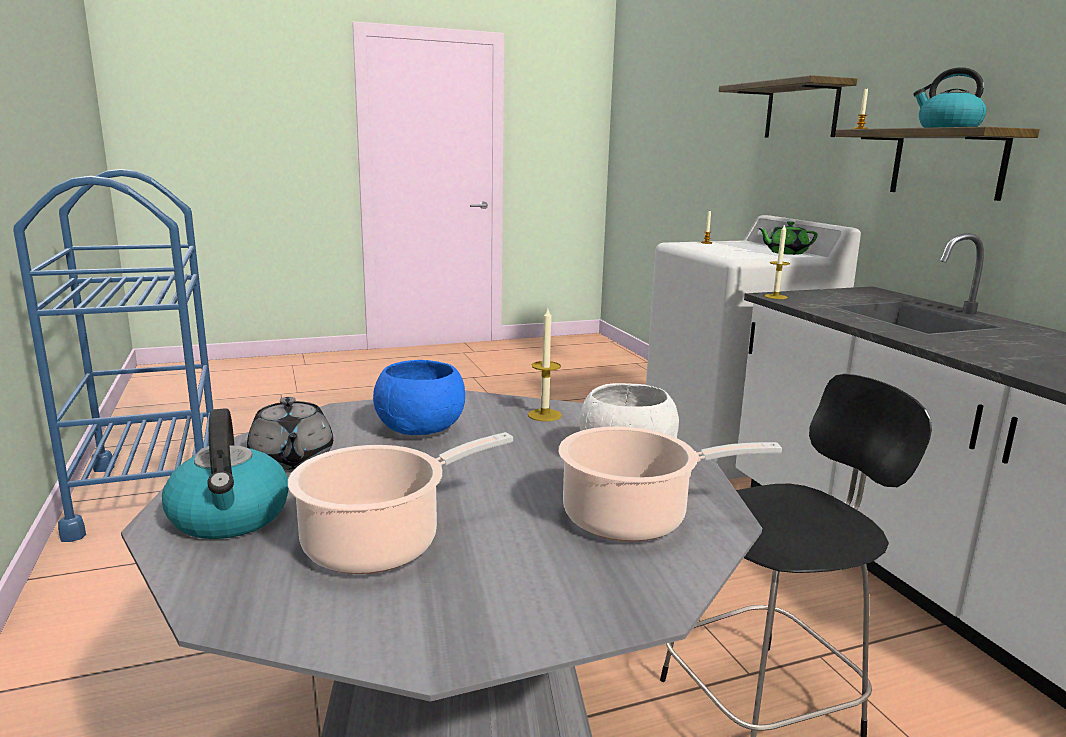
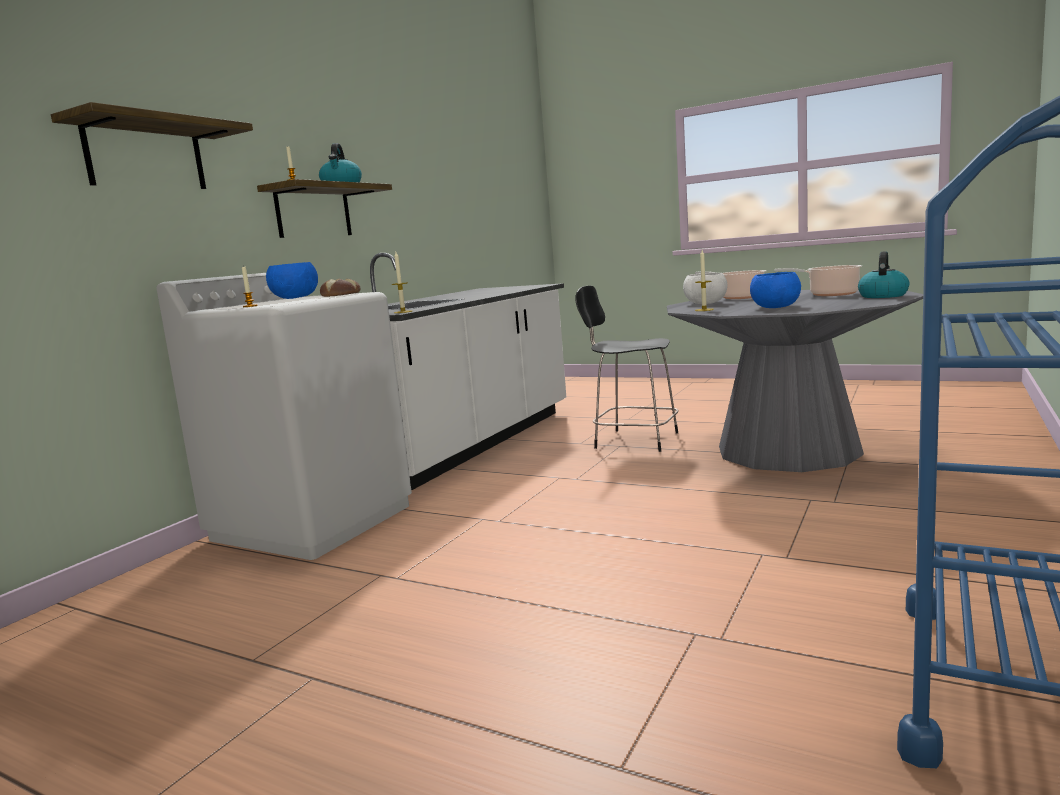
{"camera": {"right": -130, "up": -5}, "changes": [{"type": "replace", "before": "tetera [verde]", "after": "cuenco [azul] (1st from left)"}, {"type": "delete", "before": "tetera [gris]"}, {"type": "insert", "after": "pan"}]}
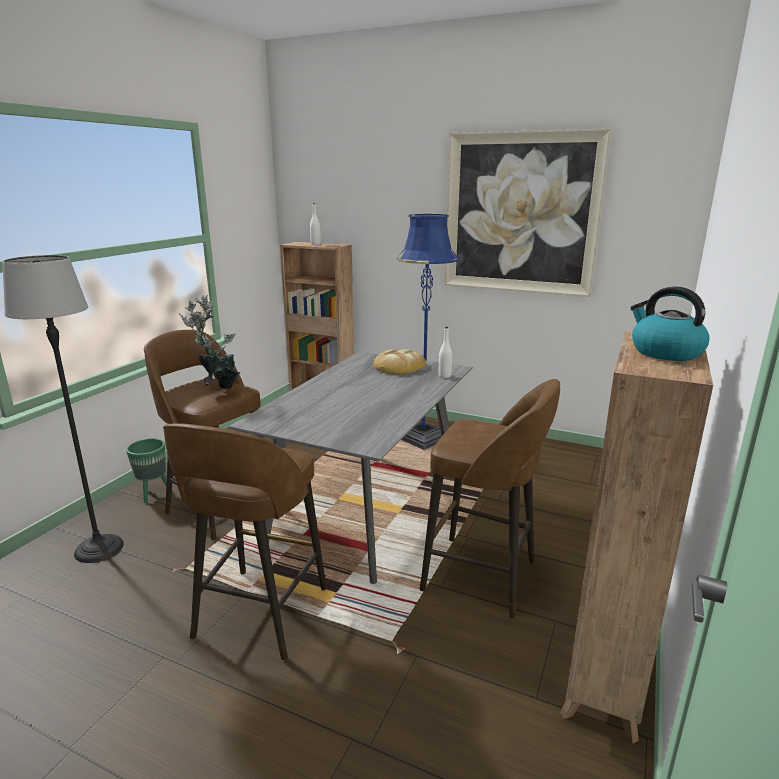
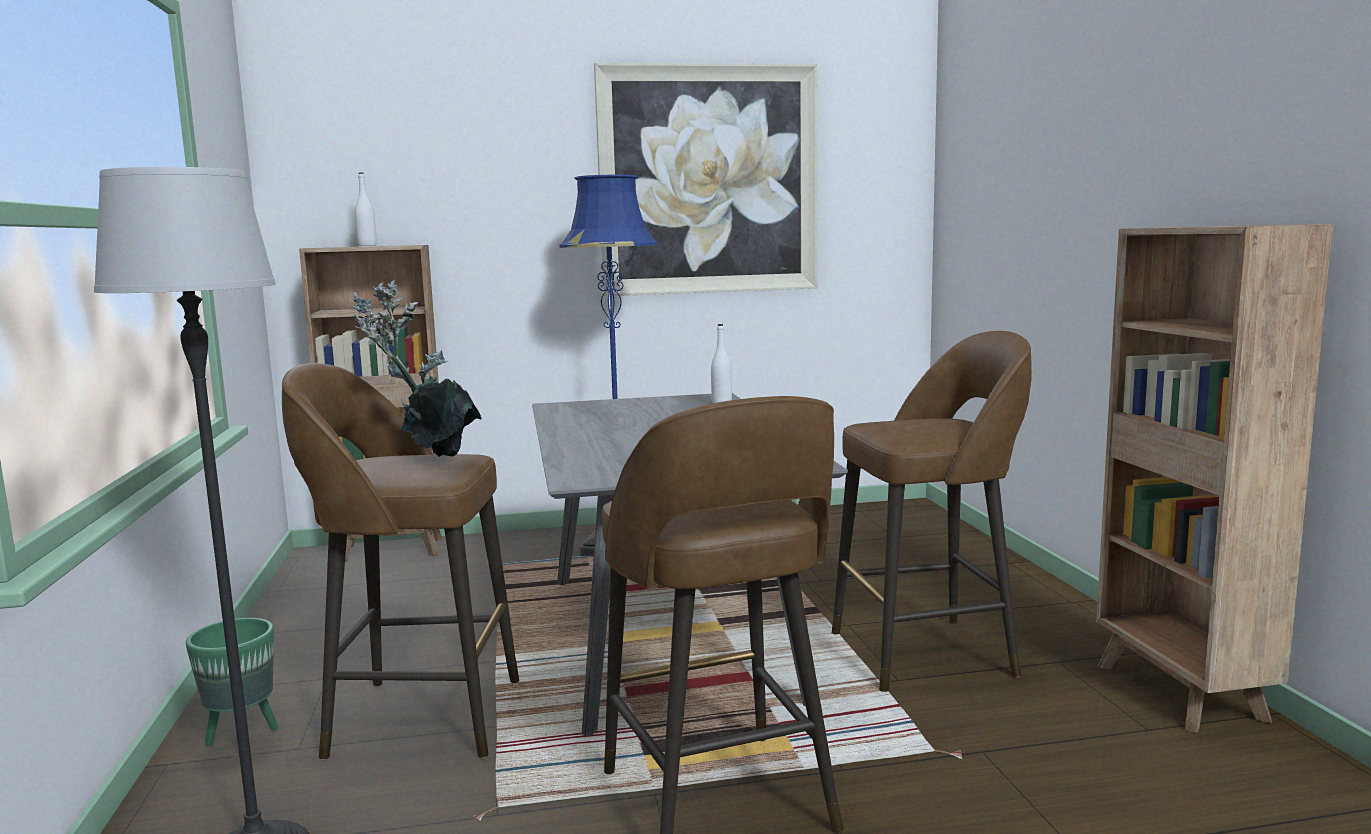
{"camera": {"right": -35, "up": -10}, "changes": [{"type": "delete", "before": "hervidor"}, {"type": "delete", "before": "pan"}]}
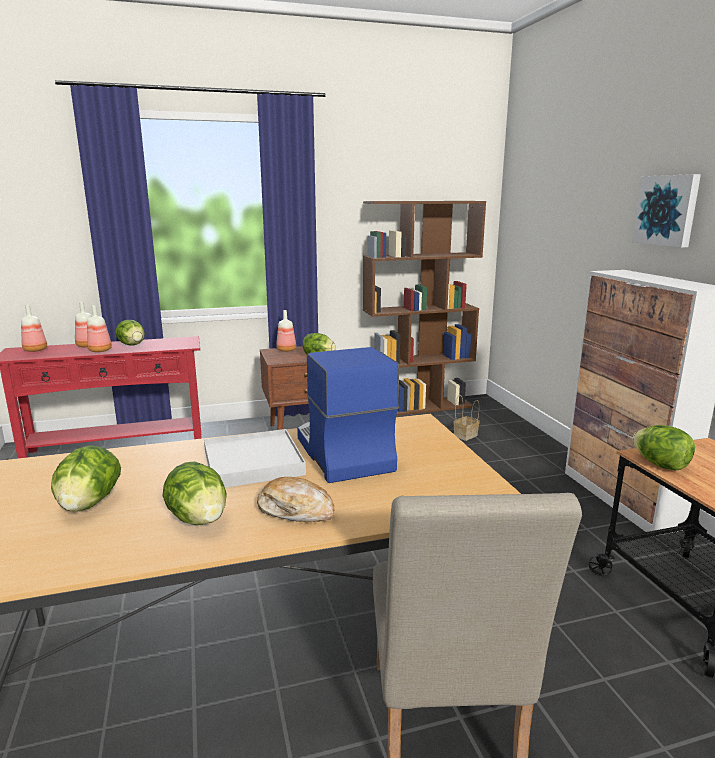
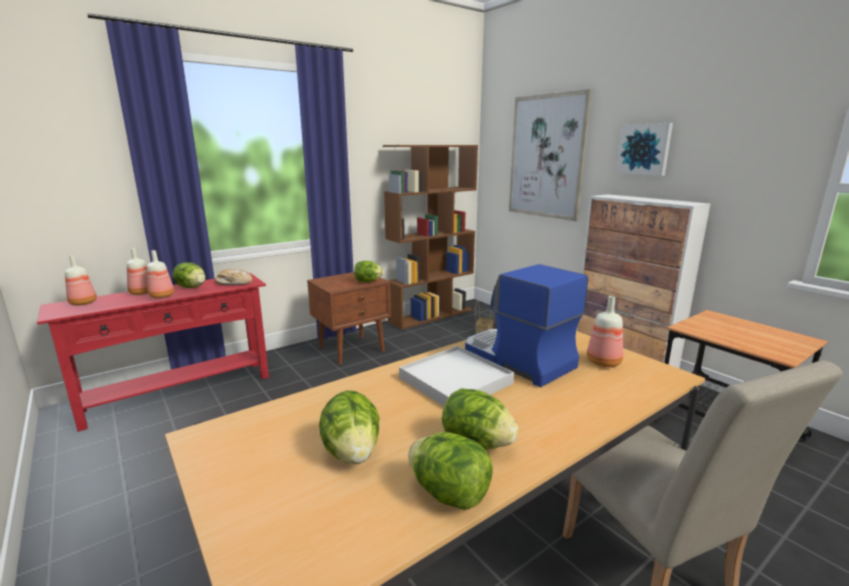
{"camera": {"right": -20, "up": 0}, "changes": [{"type": "move", "before": "botella (4th from left)"}, {"type": "move", "before": "lechuga (5th from left in the first image)", "after": "lechuga (4th from left)"}, {"type": "move", "before": "pan"}, {"type": "insert", "after": "cuadro (1st from left)"}]}
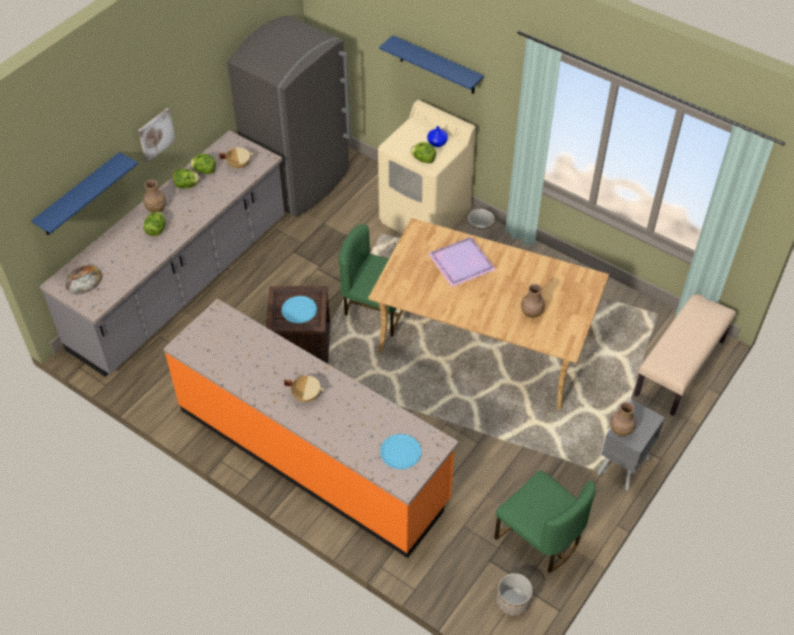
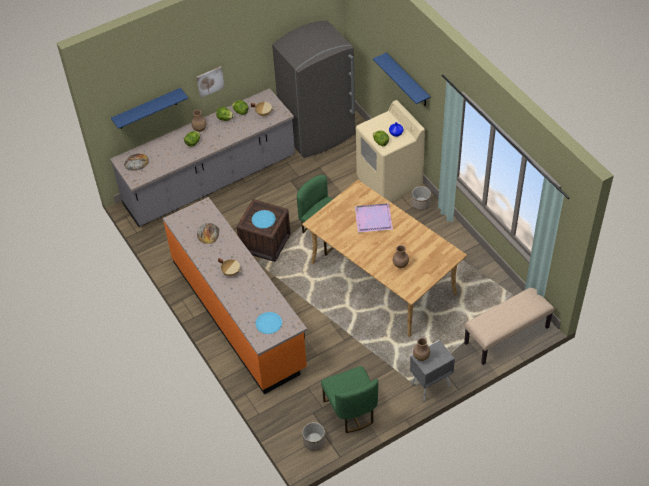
{"camera": {"right": 25, "up": 0}, "changes": [{"type": "insert", "after": "pan (2nd from left)"}]}
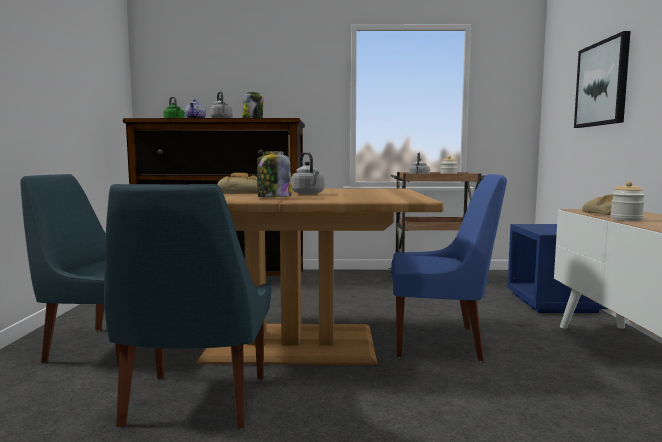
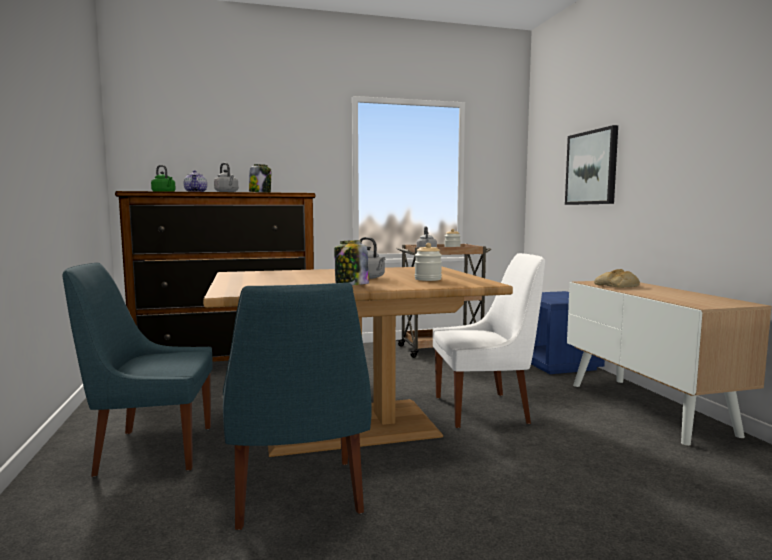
{"camera": {"right": -15, "up": 0}, "changes": [{"type": "delete", "before": "pan (1st from left)"}, {"type": "recolor", "before": "silla [azul] (3rd from left)", "after": "silla [blanco]"}, {"type": "move", "before": "tarro (4th from left in the first image)", "after": "tarro (3rd from left)"}]}
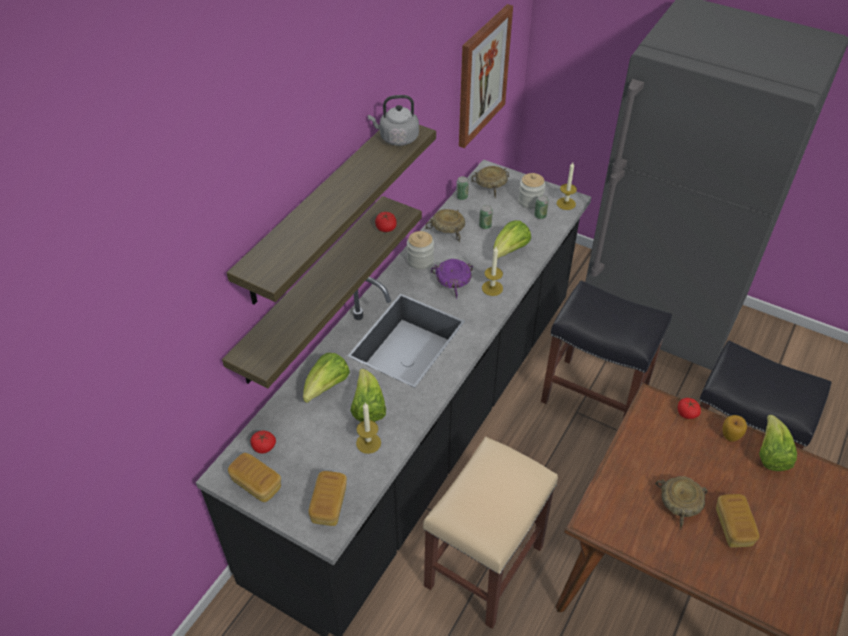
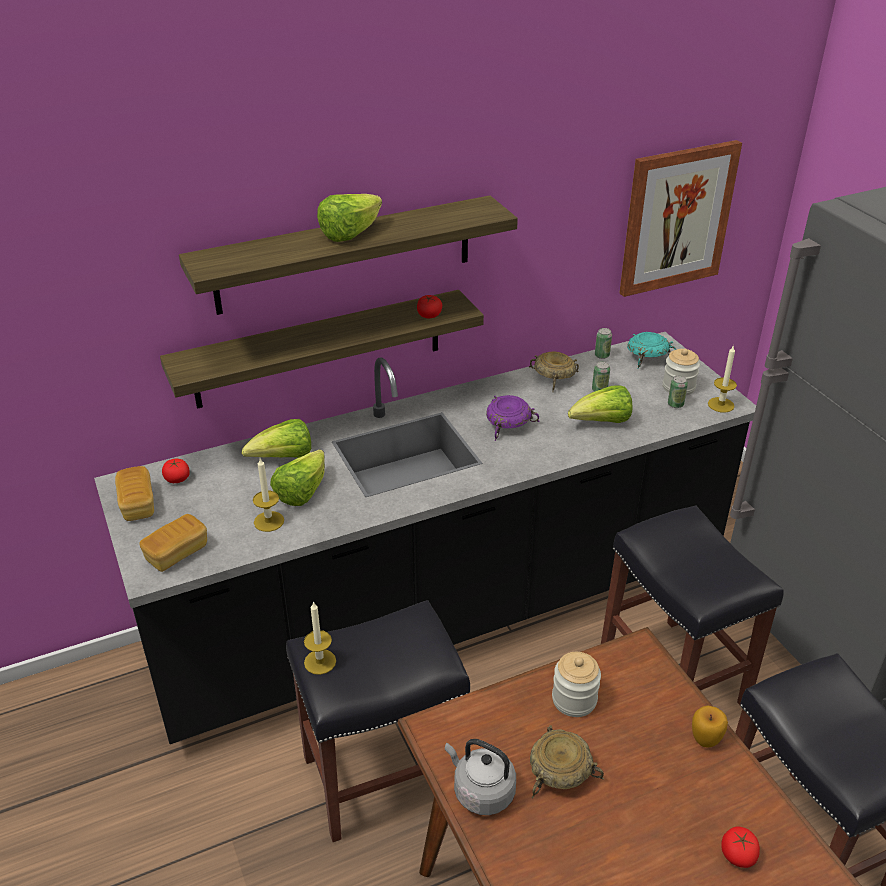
{"camera": {"right": 35, "up": -10}, "changes": [{"type": "move", "before": "hervidor [gris]"}, {"type": "recolor", "before": "cuenco [beis] (2nd from left)", "after": "cuenco [turquesa]"}, {"type": "move", "before": "tarro (1st from left)"}, {"type": "move", "before": "vela (2nd from left)"}, {"type": "move", "before": "tomate (3rd from left)"}, {"type": "move", "before": "lechuga (4th from left in the first image)", "after": "lechuga (3rd from left)"}, {"type": "recolor", "before": "taburete [beis]", "after": "taburete [negro] (1st from left)"}, {"type": "delete", "before": "pan (3rd from left)"}]}
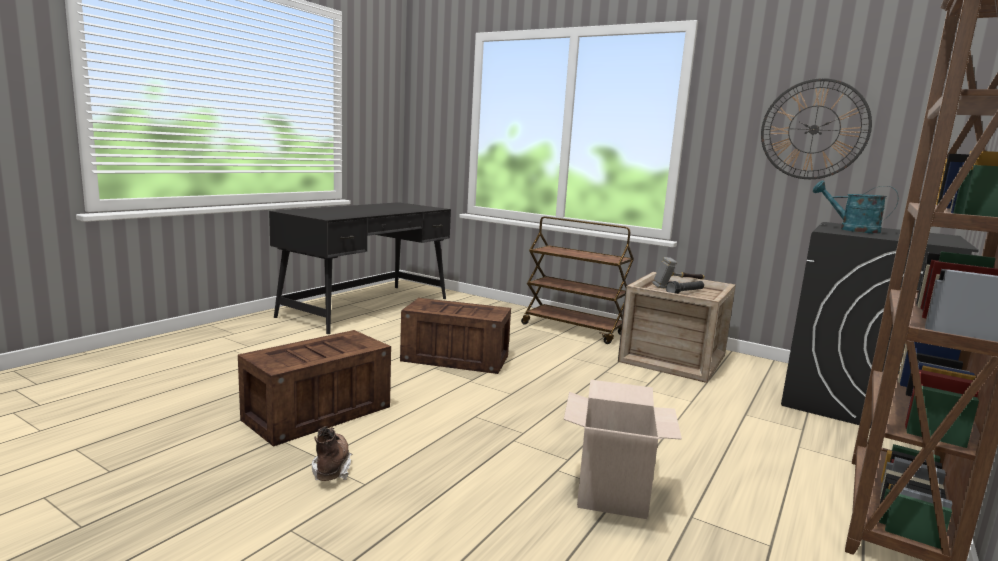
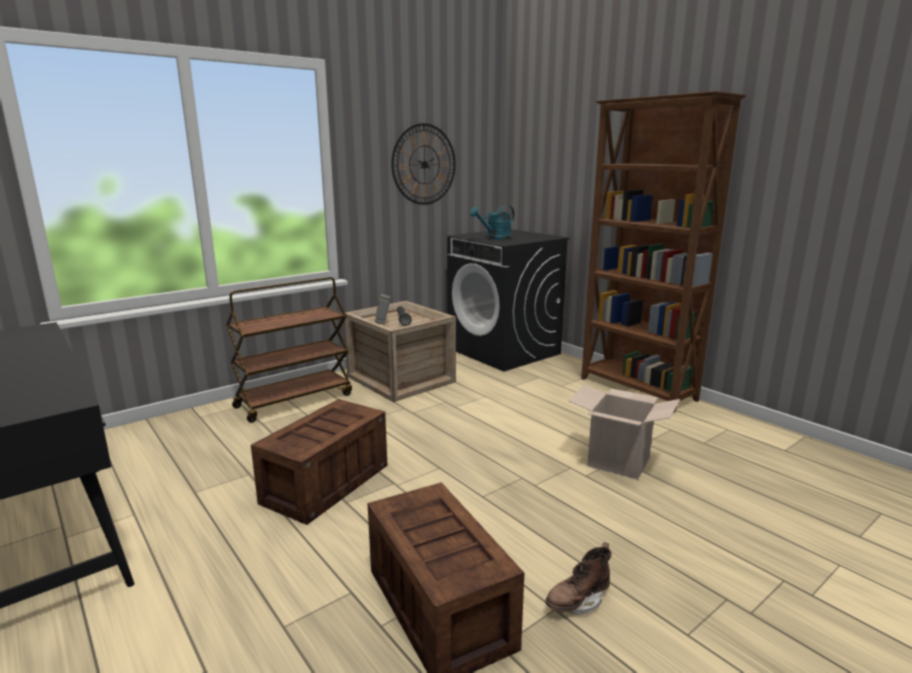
{"camera": {"right": -70, "up": 5}, "changes": [{"type": "rotate", "before": "bota [marrón]", "turn": -45}]}
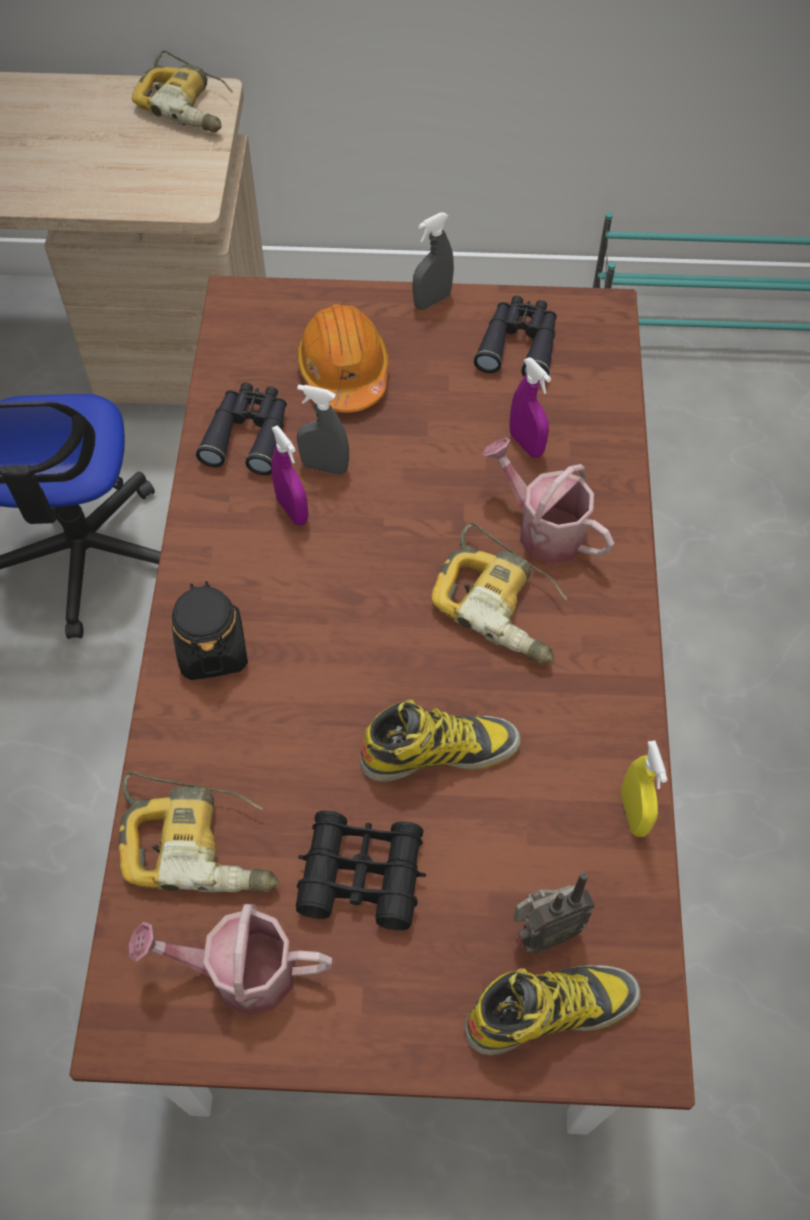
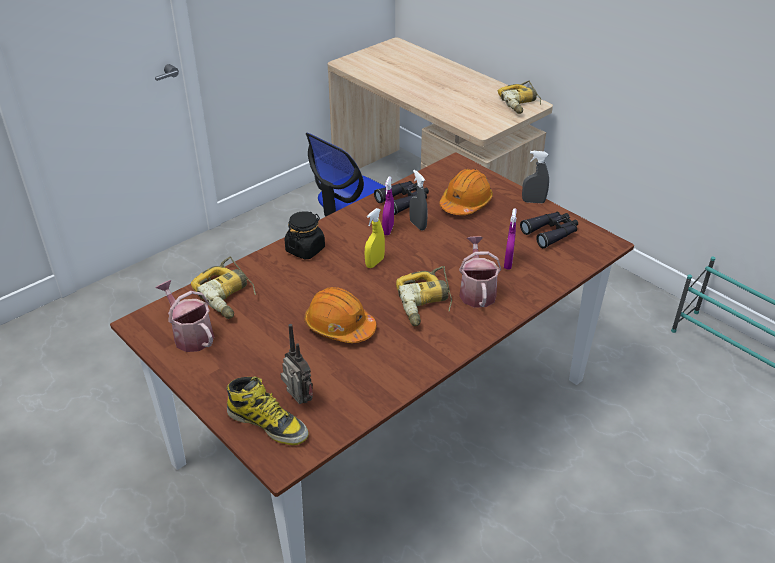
{"camera": {"right": 45, "up": -20}, "changes": [{"type": "replace", "before": "bota (1st from left)", "after": "casco [naranja] (1st from left)"}, {"type": "move", "before": "pulverizador [amarillo]"}, {"type": "delete", "before": "prismáticos [negro] (2nd from left)"}, {"type": "rotate", "before": "radio", "turn": -150}]}
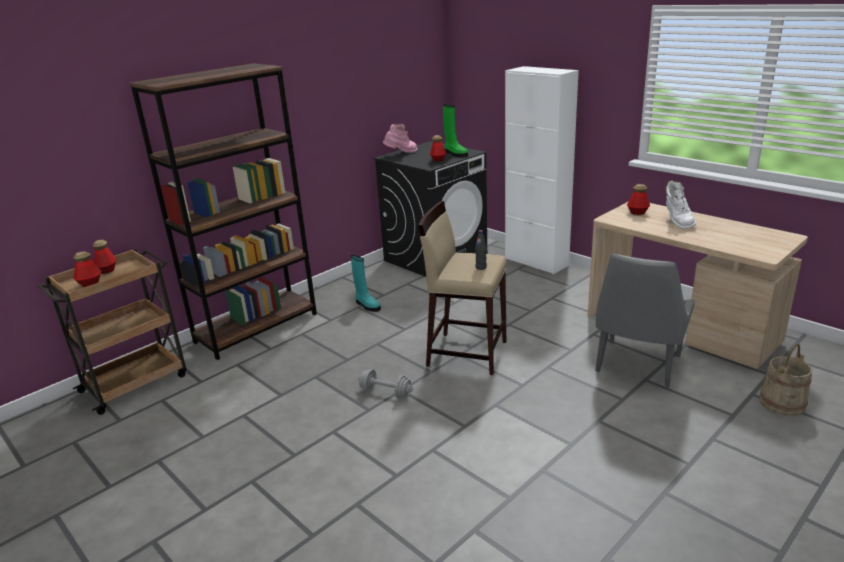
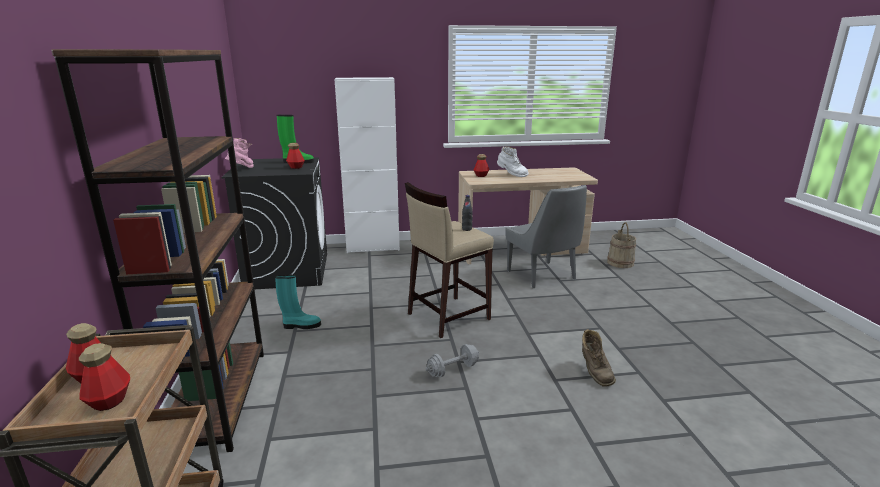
{"camera": {"right": -55, "up": -5}, "changes": [{"type": "insert", "after": "bota [marrón]"}]}
